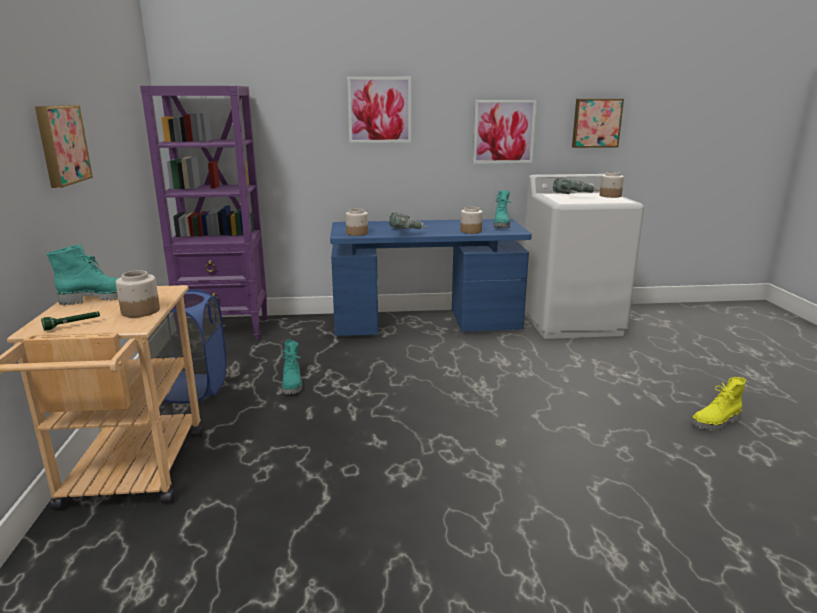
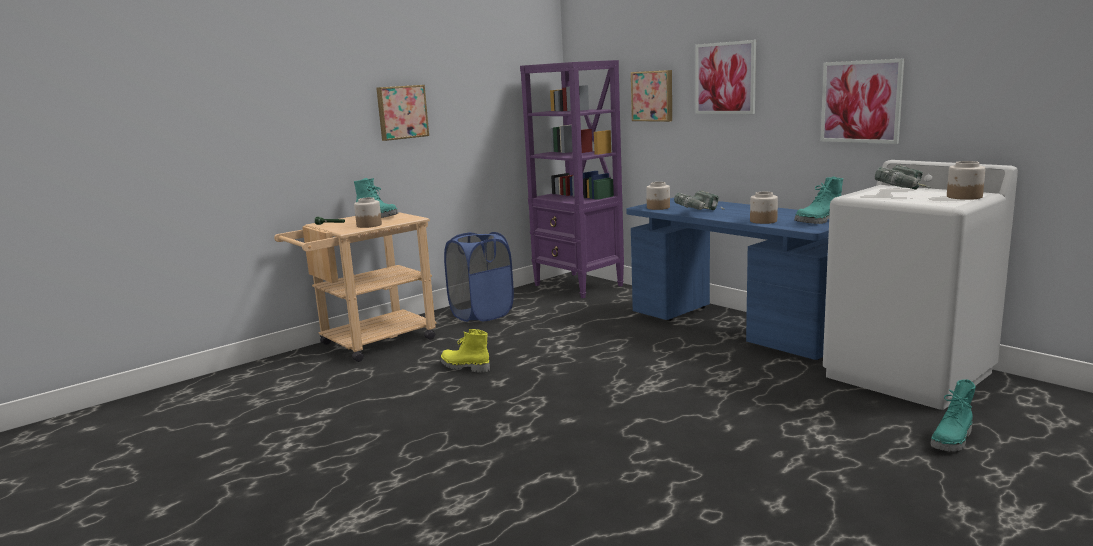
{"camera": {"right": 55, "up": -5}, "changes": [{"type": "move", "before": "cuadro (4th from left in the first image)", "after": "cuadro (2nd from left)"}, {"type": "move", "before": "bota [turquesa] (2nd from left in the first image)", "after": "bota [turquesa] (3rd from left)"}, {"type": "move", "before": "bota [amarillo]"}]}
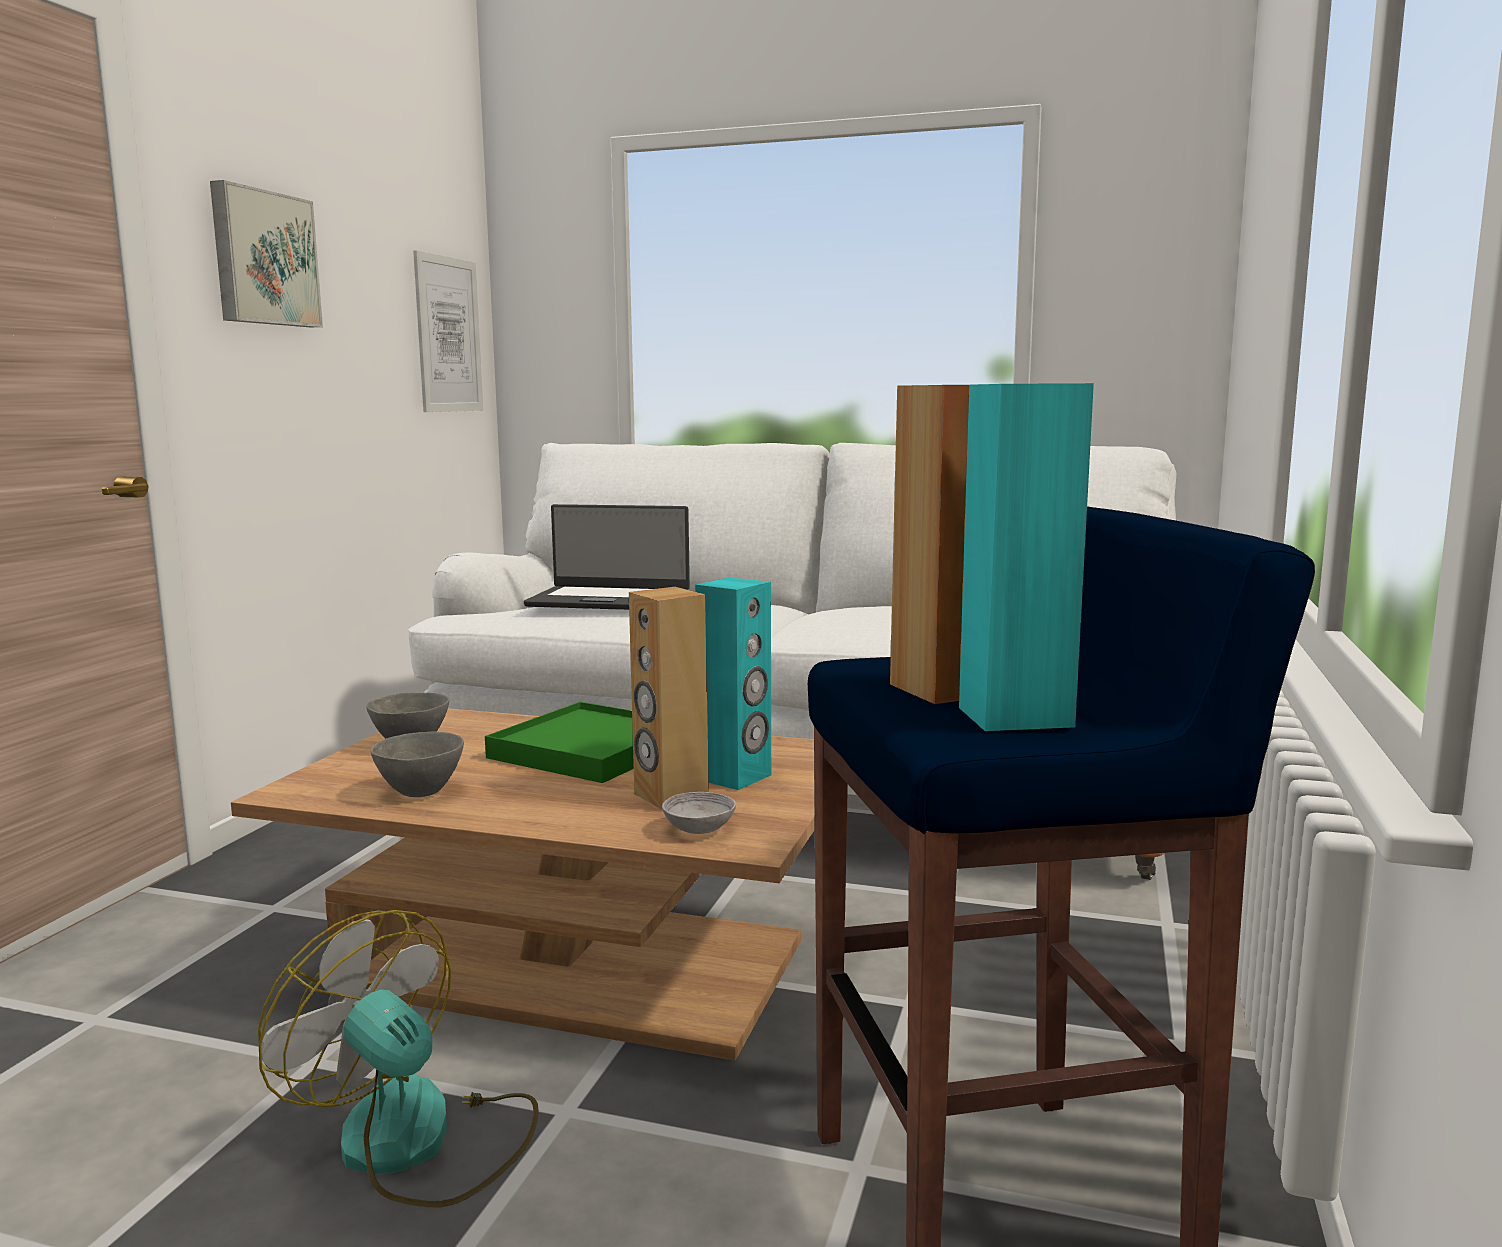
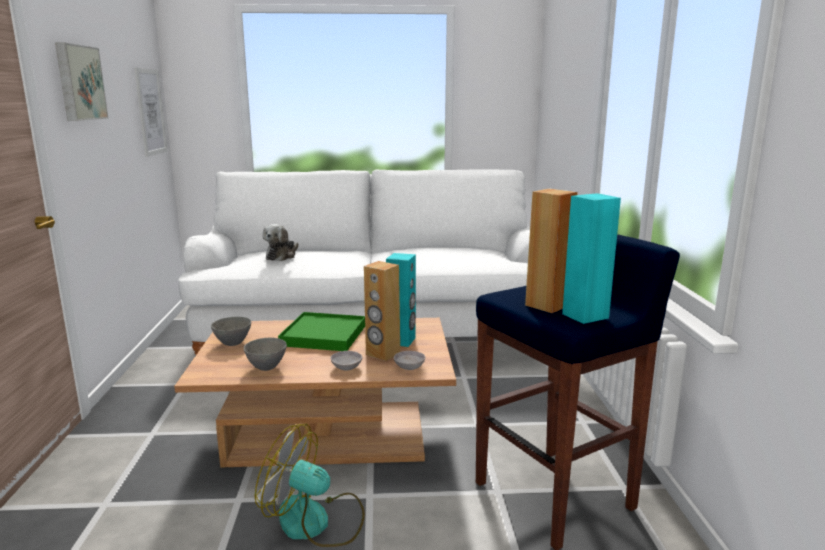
{"camera": {"right": -20, "up": 5}, "changes": [{"type": "replace", "before": "portátil", "after": "peluche"}, {"type": "insert", "after": "cuenco [gris] (3rd from left)"}]}
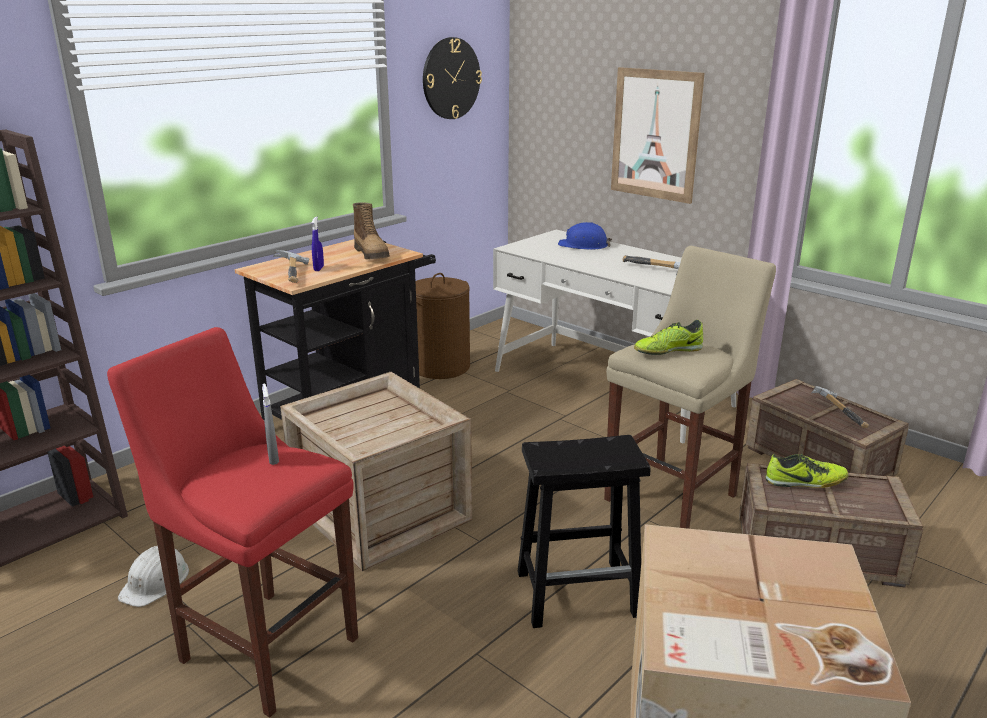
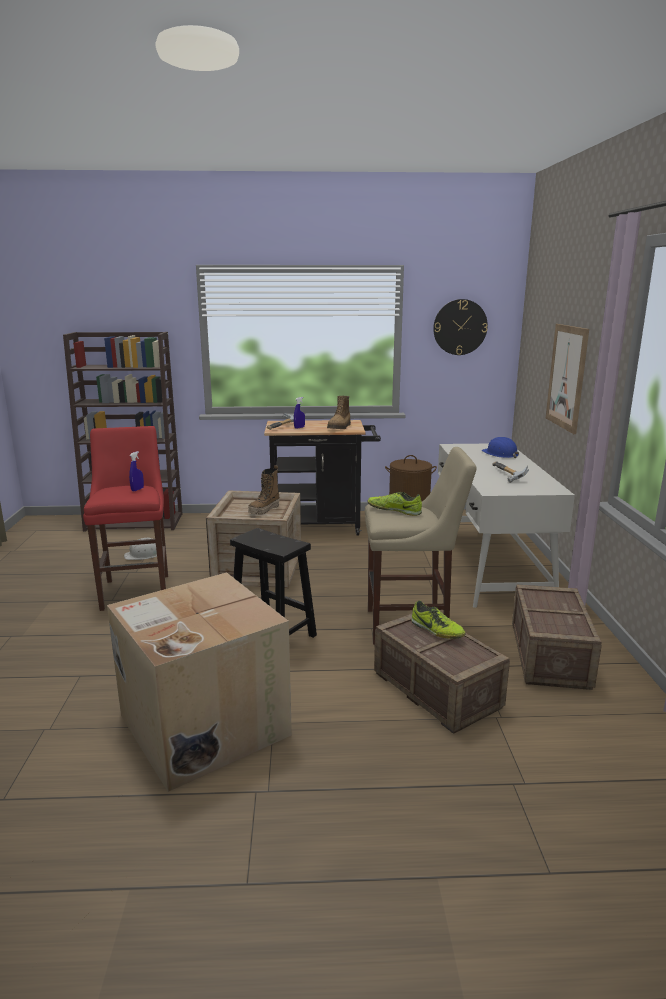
{"camera": {"right": 45, "up": -5}, "changes": [{"type": "recolor", "before": "pulverizador [gris]", "after": "pulverizador [azul] (1st from left)"}, {"type": "delete", "before": "martillo (3rd from left)"}, {"type": "insert", "after": "bota (1st from left)"}]}
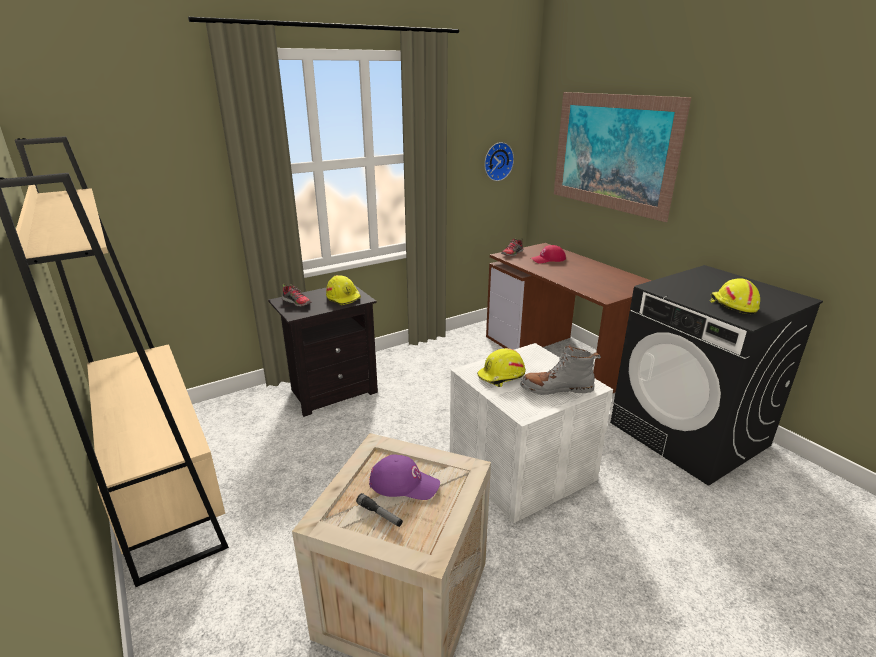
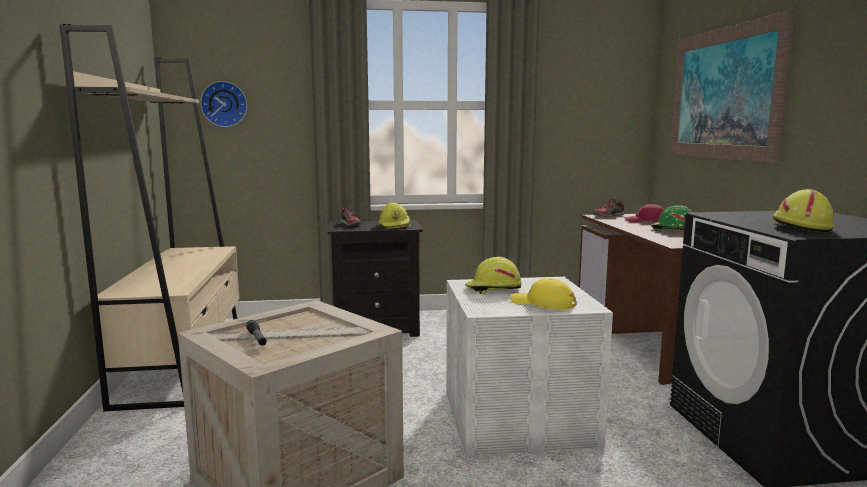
{"camera": {"right": 25, "up": -15}, "changes": [{"type": "move", "before": "reloj de pared"}, {"type": "replace", "before": "bota [gris]", "after": "gorra [amarillo]"}, {"type": "delete", "before": "gorra [morado]"}, {"type": "insert", "after": "casco [verde]"}]}
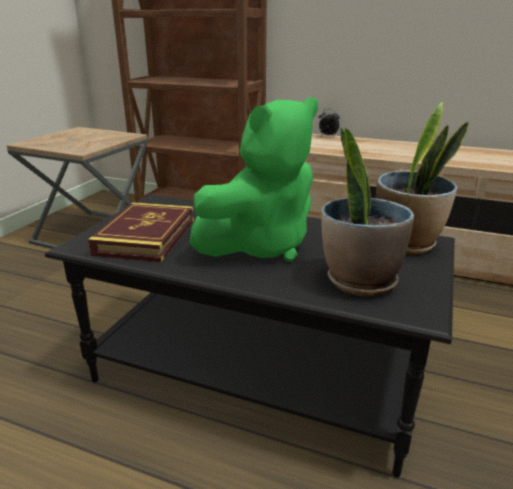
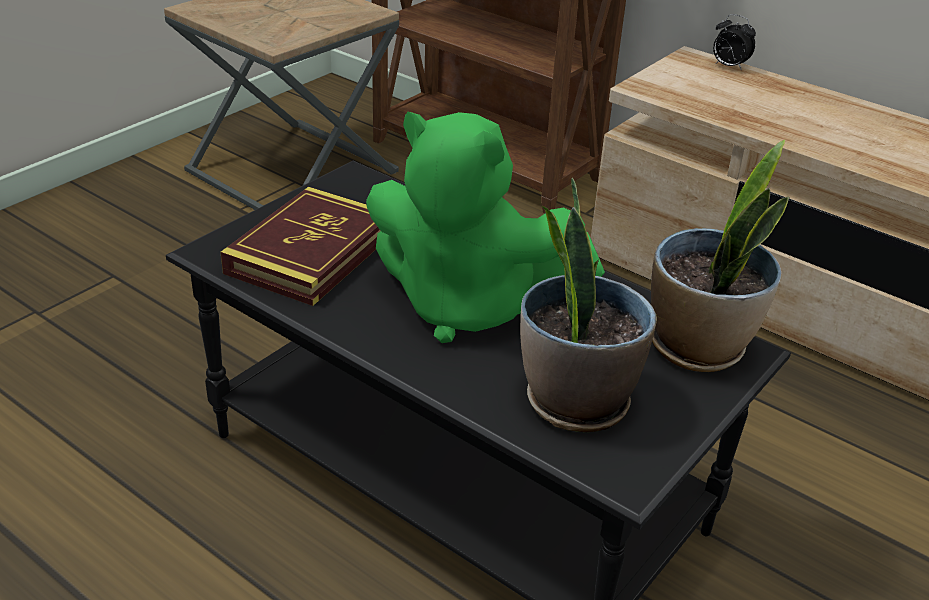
{"camera": {"right": 15, "up": 10}, "changes": [{"type": "rotate", "before": "peluche [verde]", "turn": 45}]}
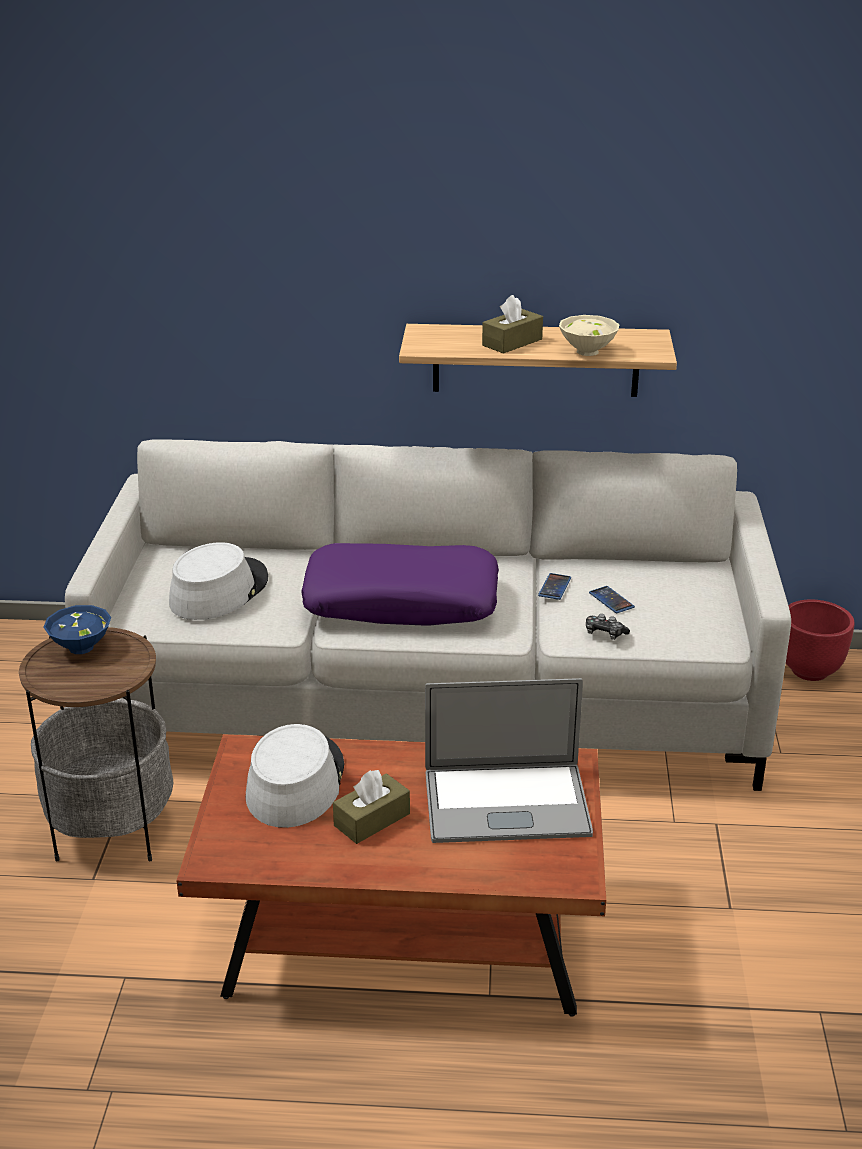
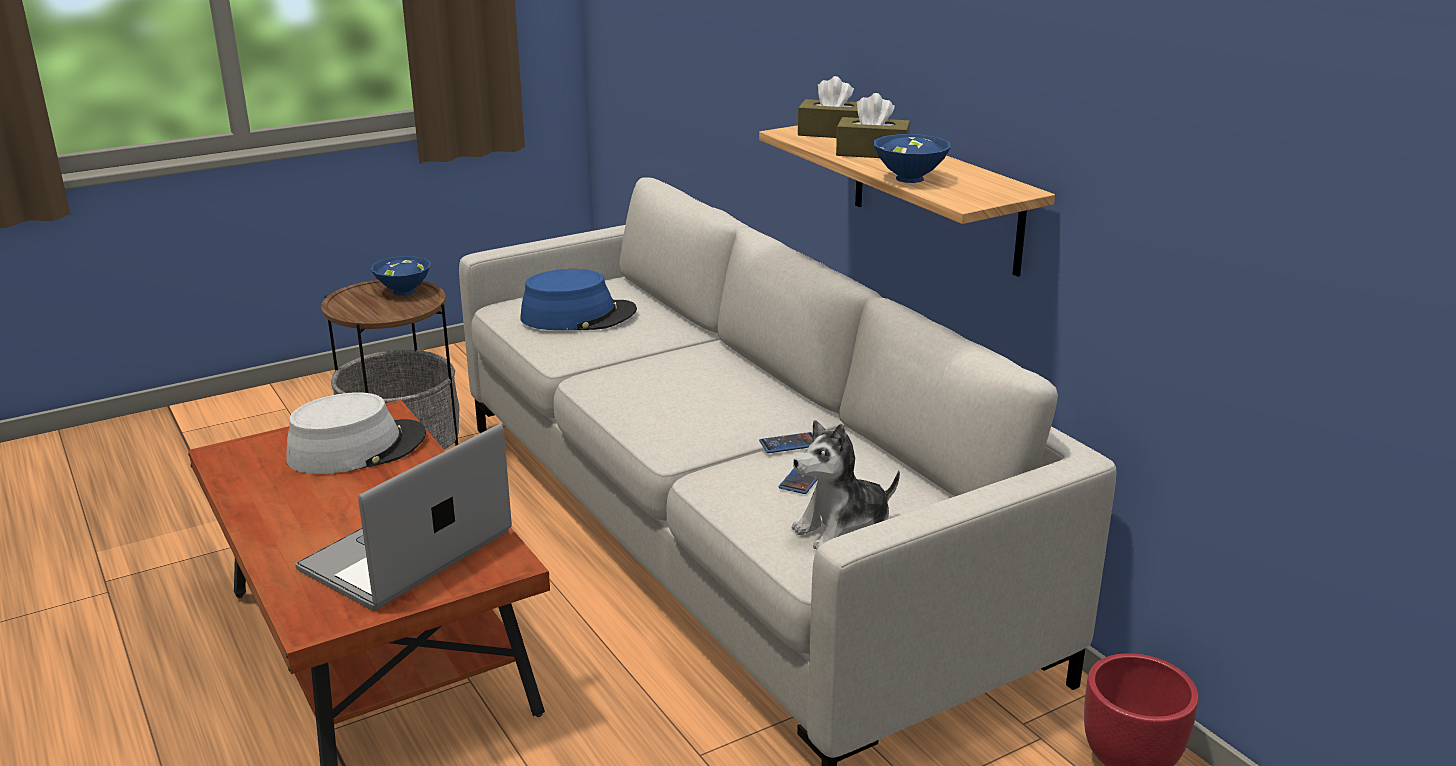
{"camera": {"right": 55, "up": -5}, "changes": [{"type": "recolor", "before": "cuenco [beis]", "after": "cuenco [azul] (2nd from left)"}, {"type": "recolor", "before": "sombrero [gris] (1st from left)", "after": "sombrero [azul]"}, {"type": "delete", "before": "cojín [morado]"}, {"type": "delete", "before": "mando de consola"}, {"type": "rotate", "before": "portátil", "turn": 75}, {"type": "move", "before": "caja de pañuelos [marrón] (1st from left)"}, {"type": "insert", "after": "peluche"}]}
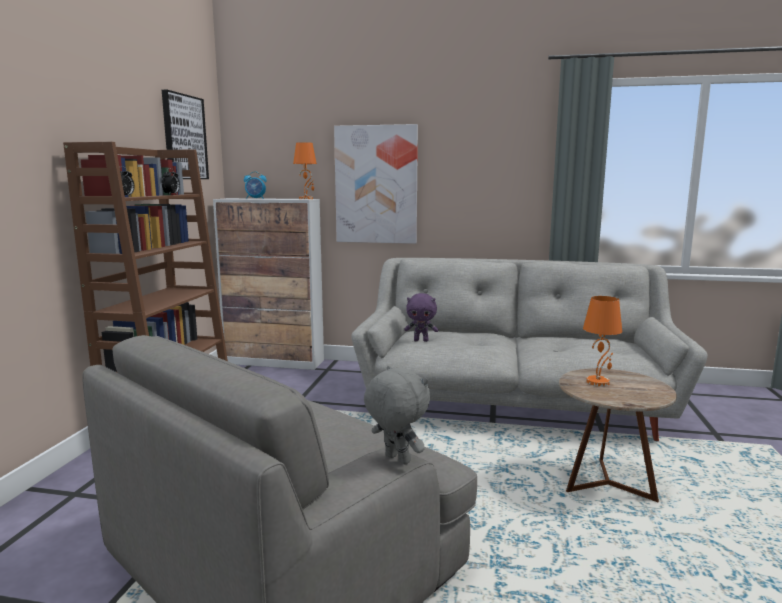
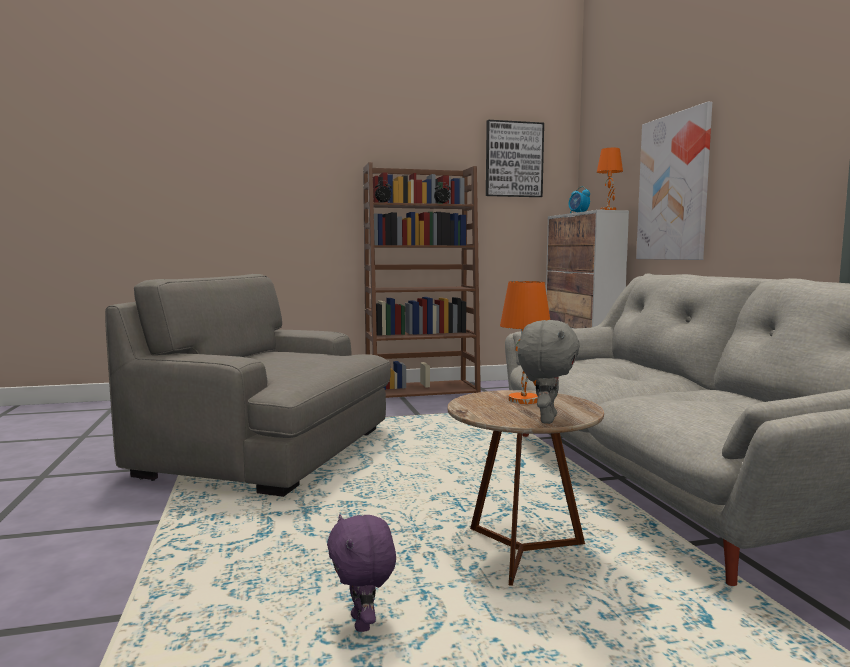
{"camera": {"right": 65, "up": -5}, "changes": [{"type": "move", "before": "peluche [morado]"}, {"type": "move", "before": "peluche [gris]"}]}
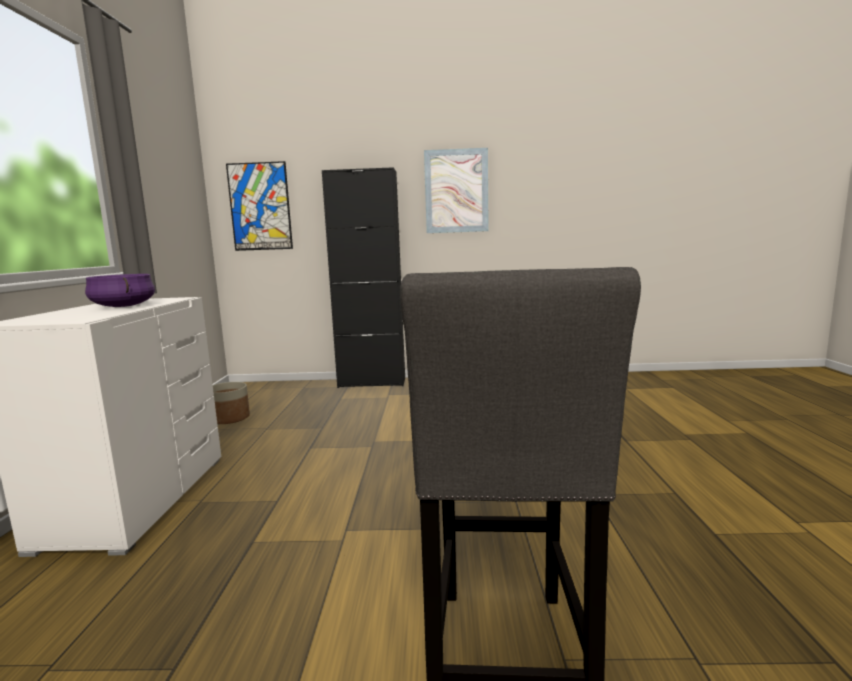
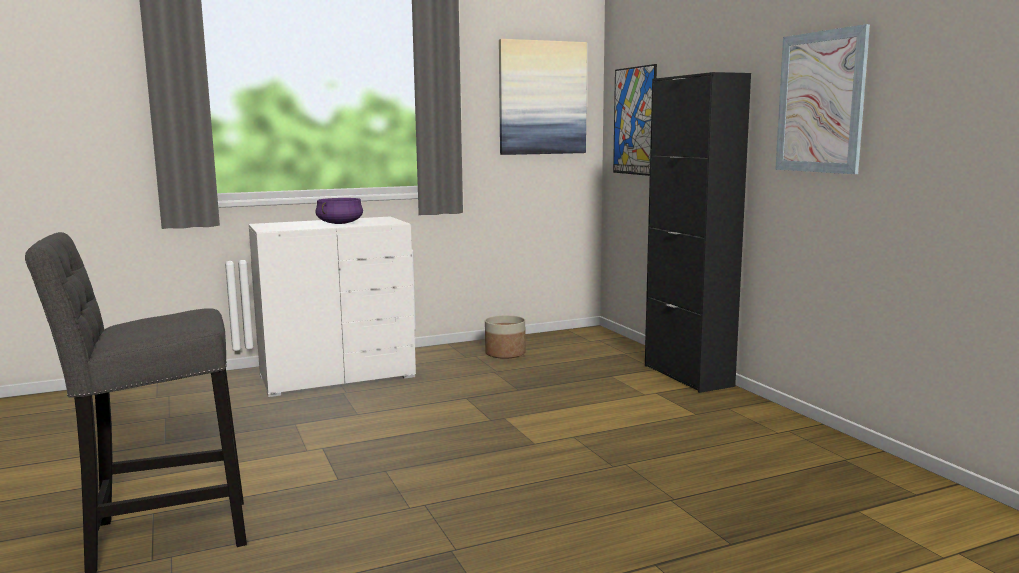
{"camera": {"right": 65, "up": 0}, "changes": [{"type": "insert", "after": "cuadro (1st from left)"}]}
